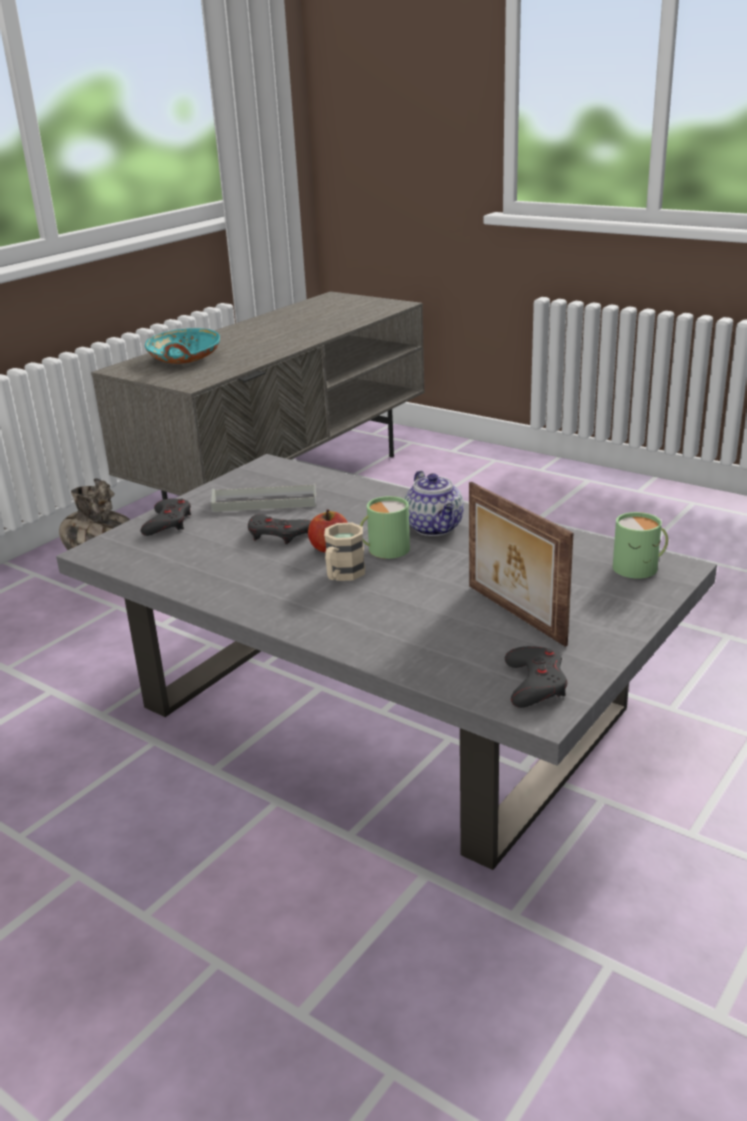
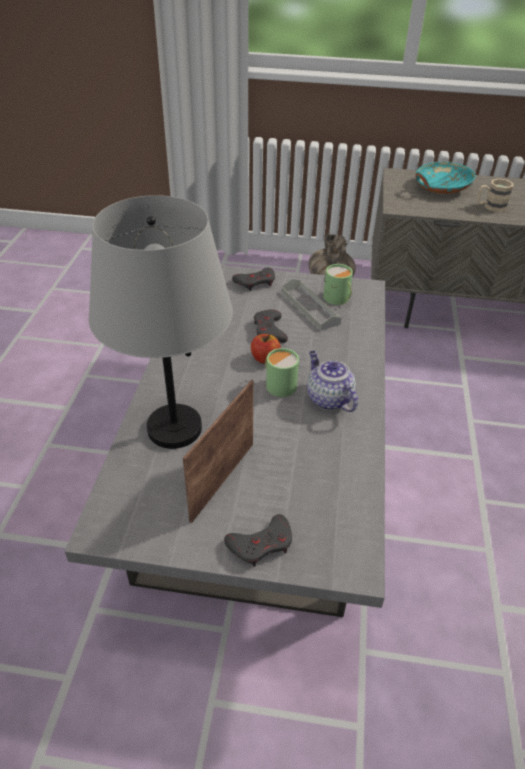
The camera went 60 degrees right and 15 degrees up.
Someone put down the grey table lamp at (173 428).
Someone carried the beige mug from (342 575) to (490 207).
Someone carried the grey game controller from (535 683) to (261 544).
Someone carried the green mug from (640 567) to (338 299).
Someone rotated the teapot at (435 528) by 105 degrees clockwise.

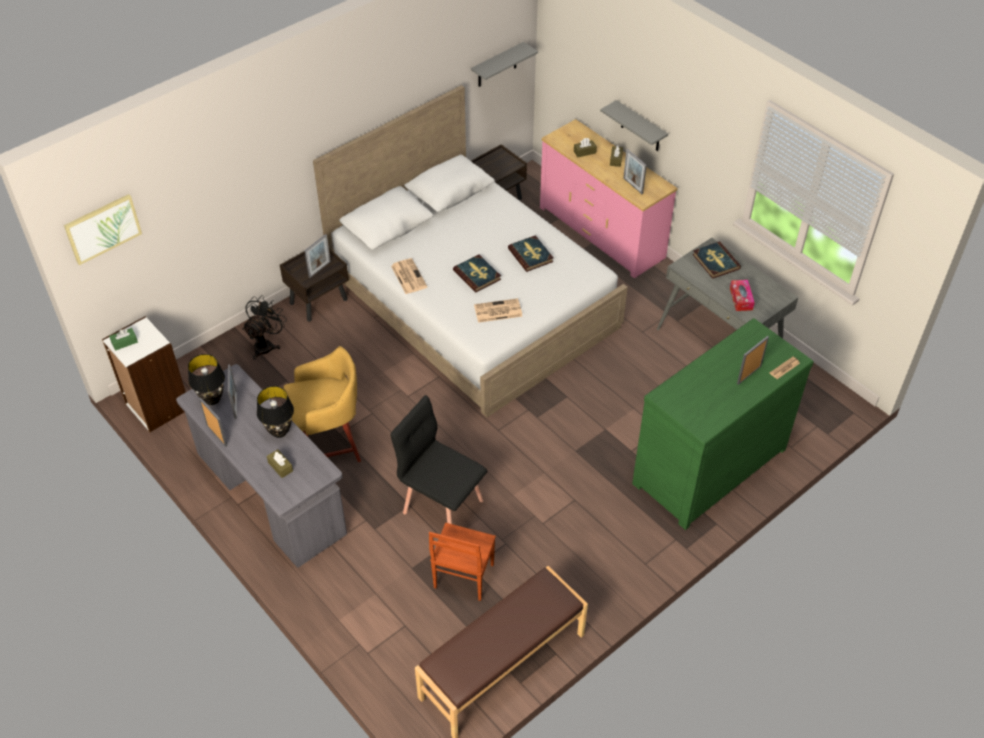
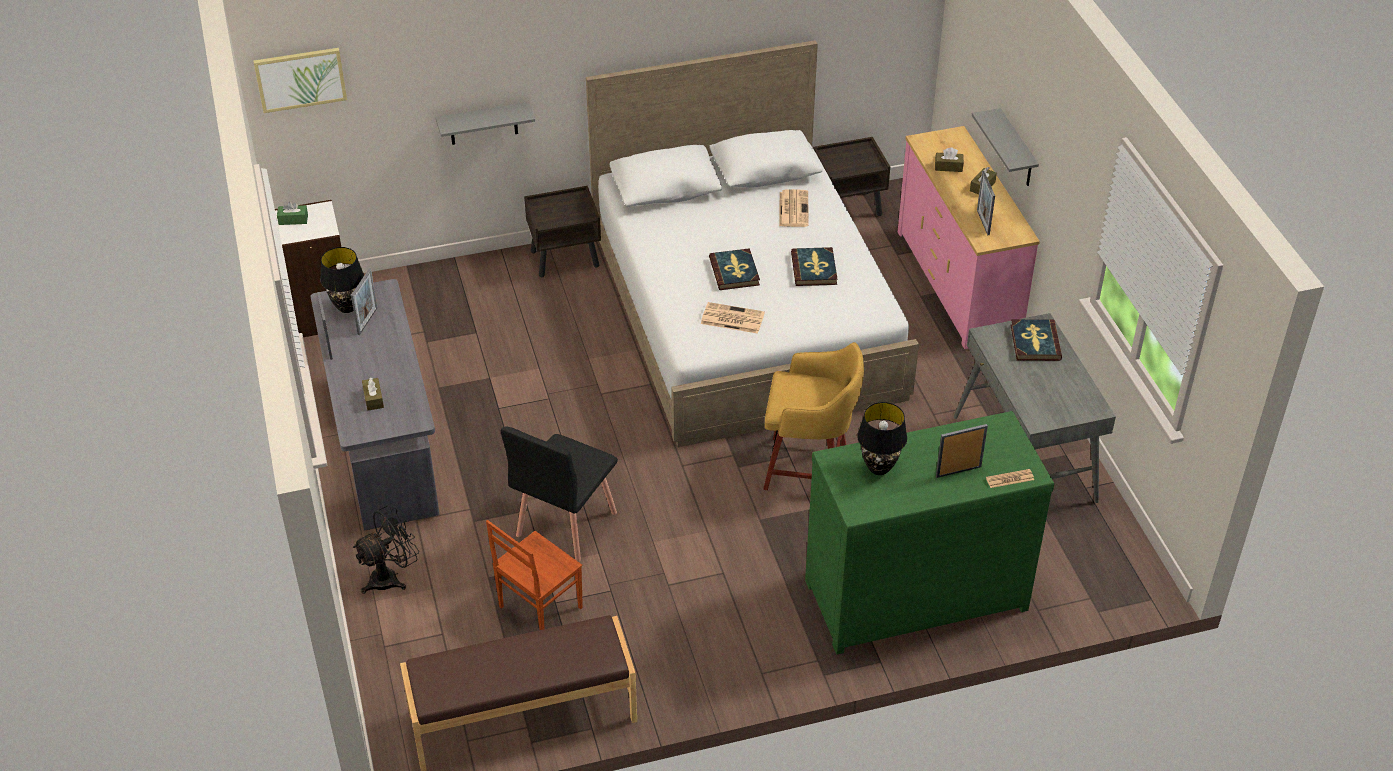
The camera went 25 degrees right and 5 degrees down.
Someone took away the picture frame at (319 269).
Someone took away the tissue box at (741 299).
Someone carried the black fan from (266 345) to (390 577).
Someone carried the black table lamp from (279 432) to (878 468).
Someone carried the yellow stool from (330 445) to (809 468).
Someone carried the newspaper from (408 276) to (793 208).
Someone carried the grey shelf from (497 65) to (483 124).
Someone rotated the black chair at (442 505) by 120 degrees counterclockwise.

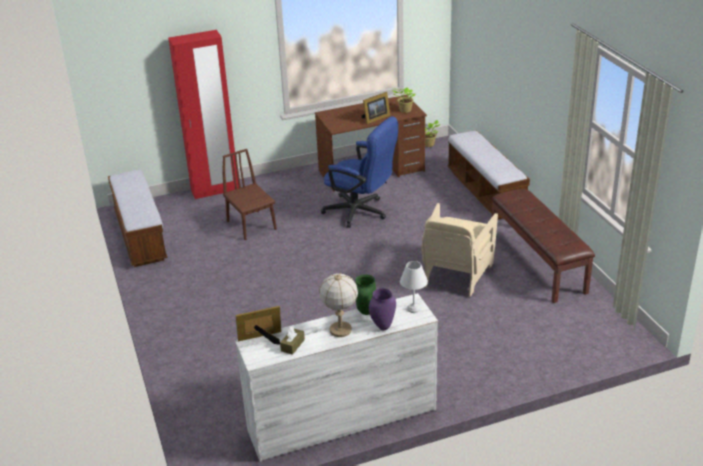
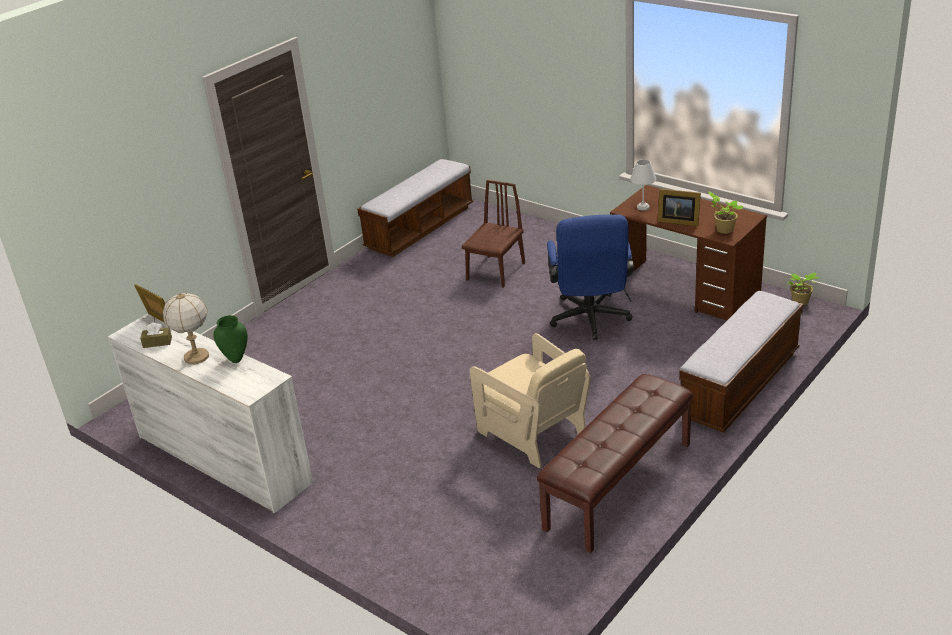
The camera went 60 degrees right and 0 degrees up.
Someone took away the red wardrobe at (215 190).
Someone took away the purple vase at (382 326).
Someone carried the white table lamp from (413 309) to (642 207).
Someone rotated the beige armchair at (457 274) by 120 degrees counterclockwise.

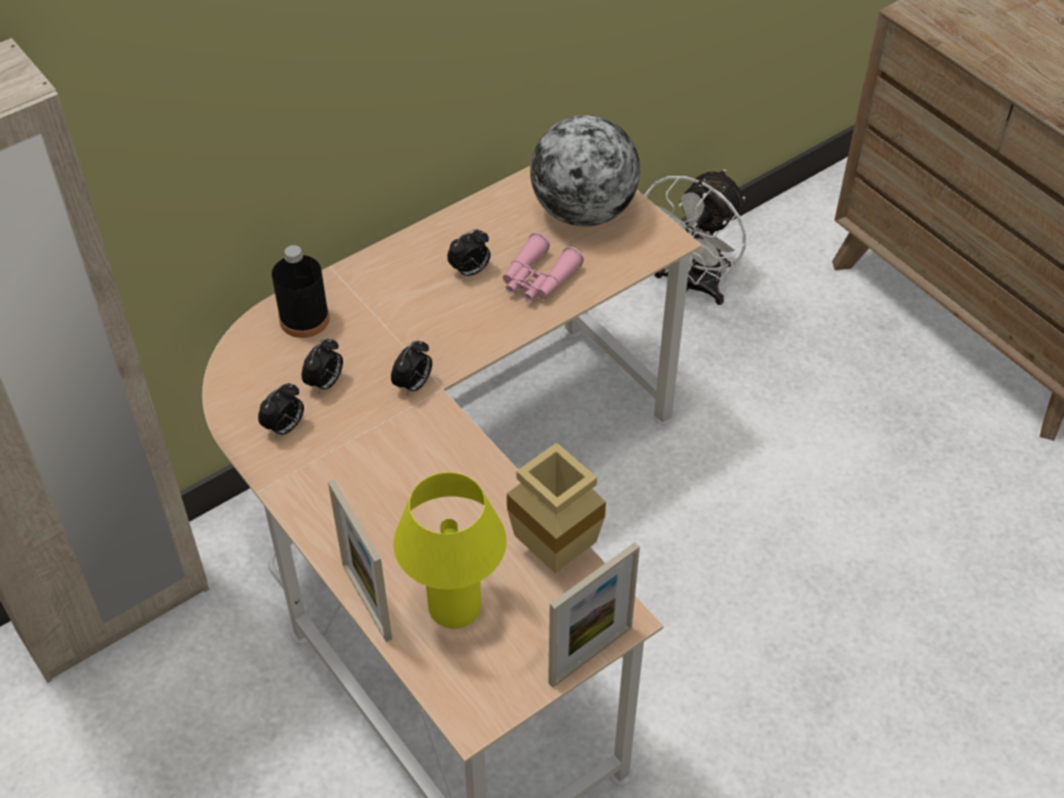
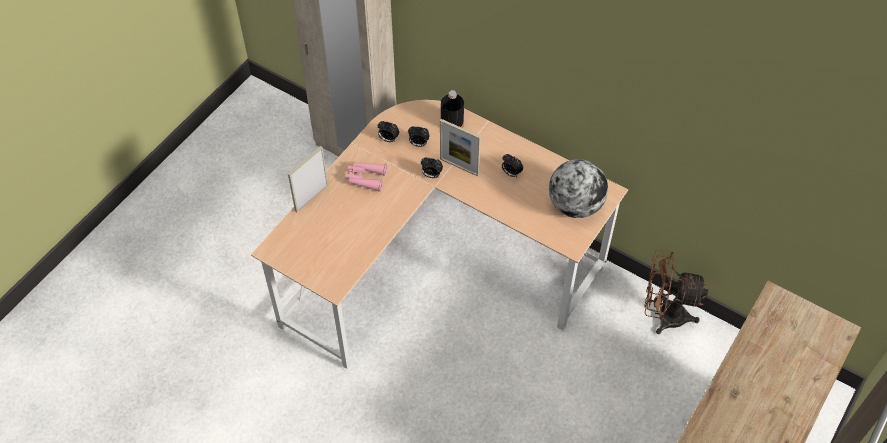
The camera went 70 degrees right and 5 degrees up.
Someone took away the yellow table lamp at (454 607).
Someone took away the beige vase at (550 551).
Someone carried the pink binoculars from (538 279) to (365 178).
Someone carried the picture frame from (590 655) to (459 167).
Someone repainted the white fan at (691 285), which became the brown fan at (663 315).

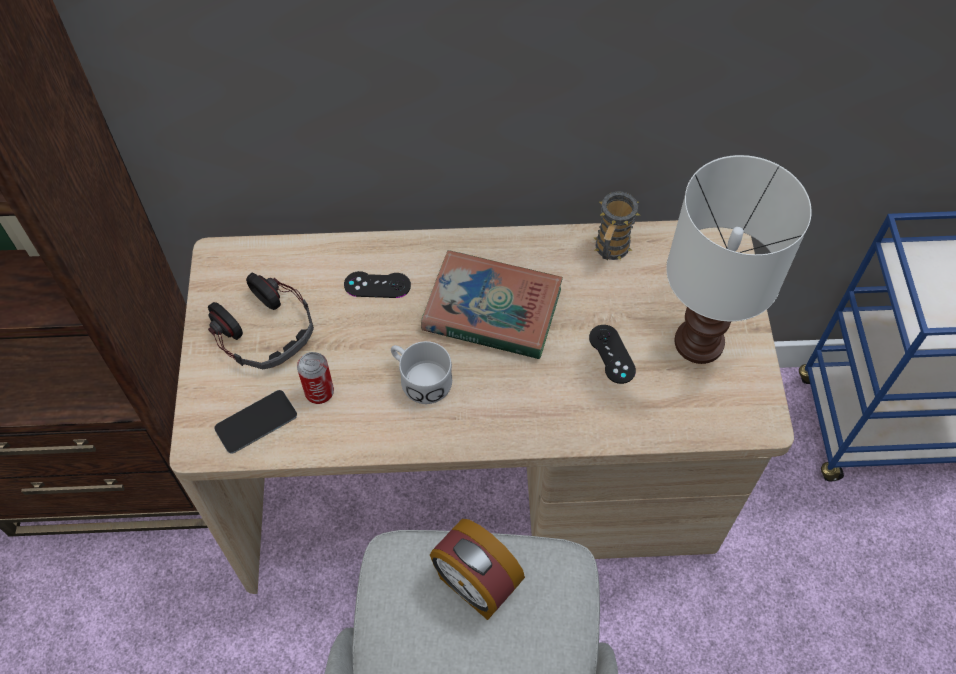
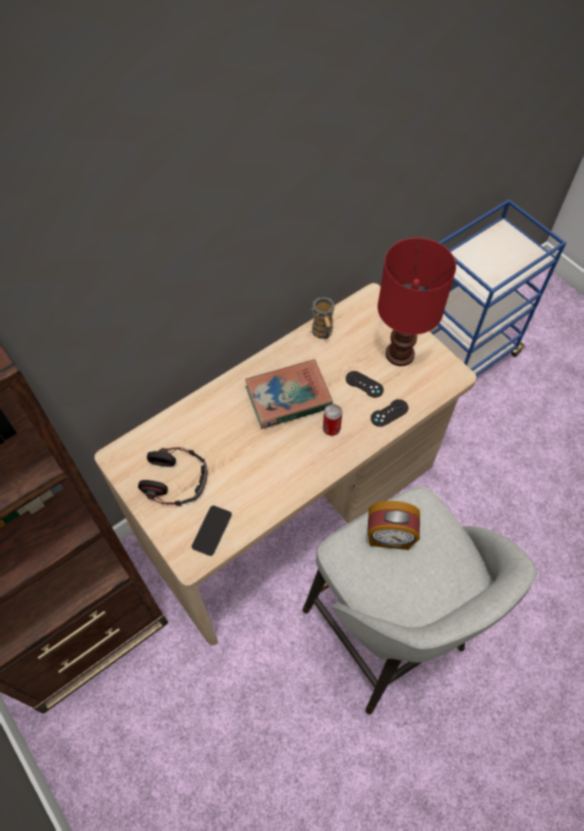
The camera went 35 degrees left and 0 degrees up.
Someone took away the white mug at (419 378).
Someone carried the can from (319 392) to (331 429).
Someone carried the black game controller from (377 285) to (389 413).
Someone repainted the white table lamp at (700 344), which became the red table lamp at (401 355).

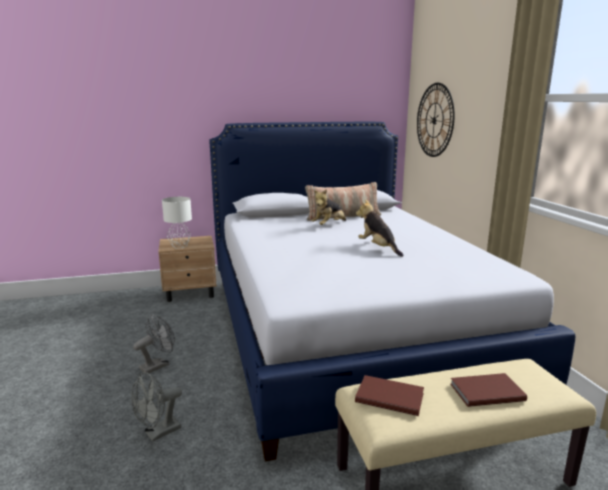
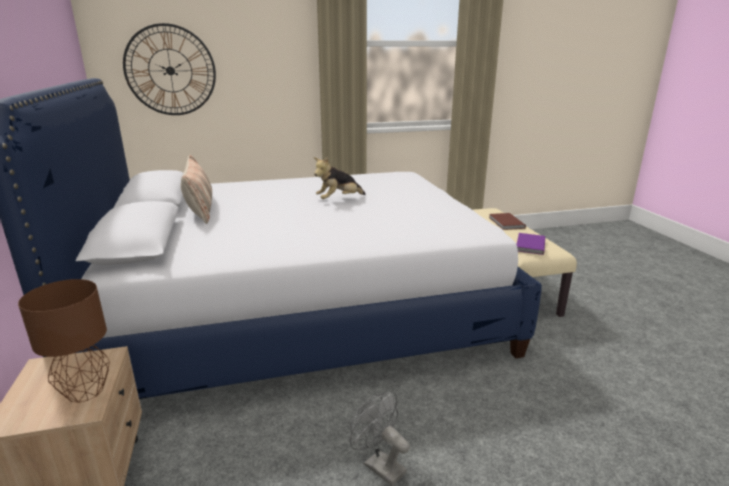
The camera went 90 degrees left and 5 degrees up.
Someone took away the grey fan at (158 433).
Someone took away the plush toy at (329 225).
Someone repainted the white table lamp at (180 246), which became the brown table lamp at (87 391).
Someone repainted the brown book at (389 396), which became the purple book at (529 245).

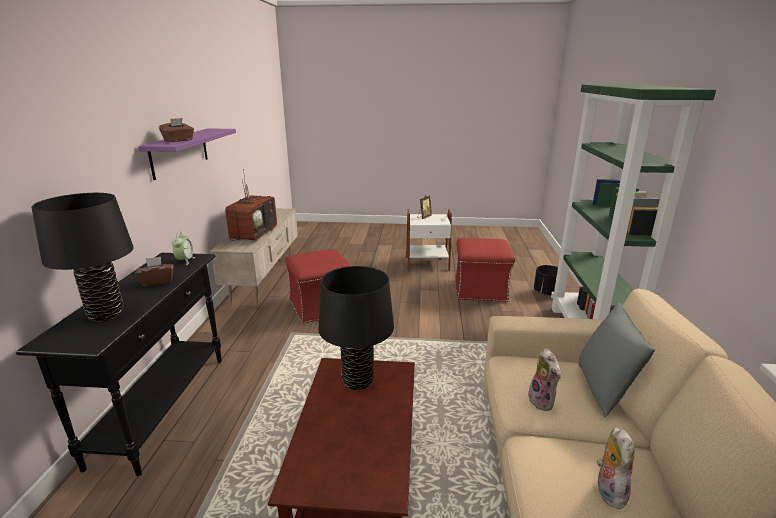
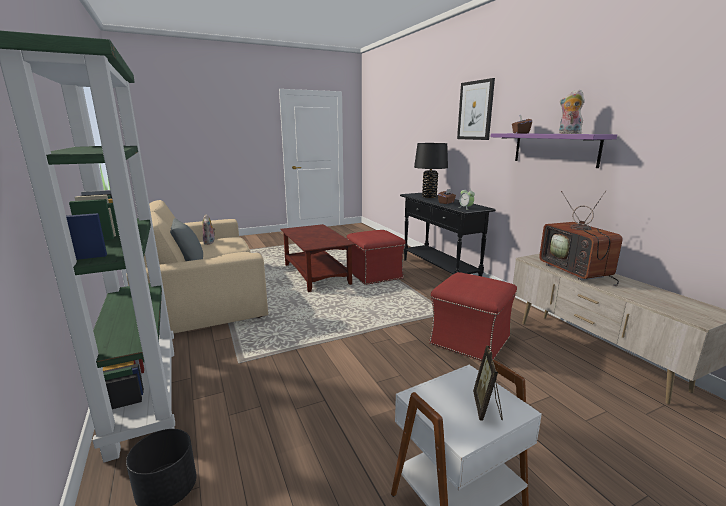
The camera went 150 degrees right and 5 degrees down.
Someone took away the black table lamp at (358 381).
Someone put up the picture at (475 110).
Someone carried the red ottoman from (481 290) to (374 275).
Someone carried the plush toy from (543 401) to (568 133).

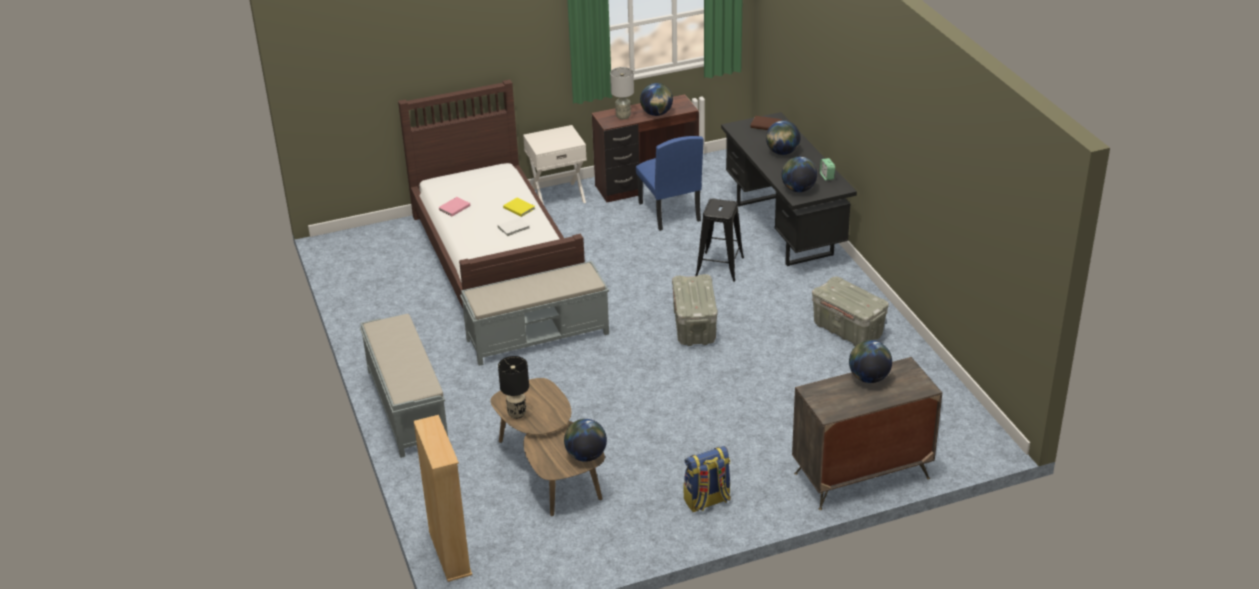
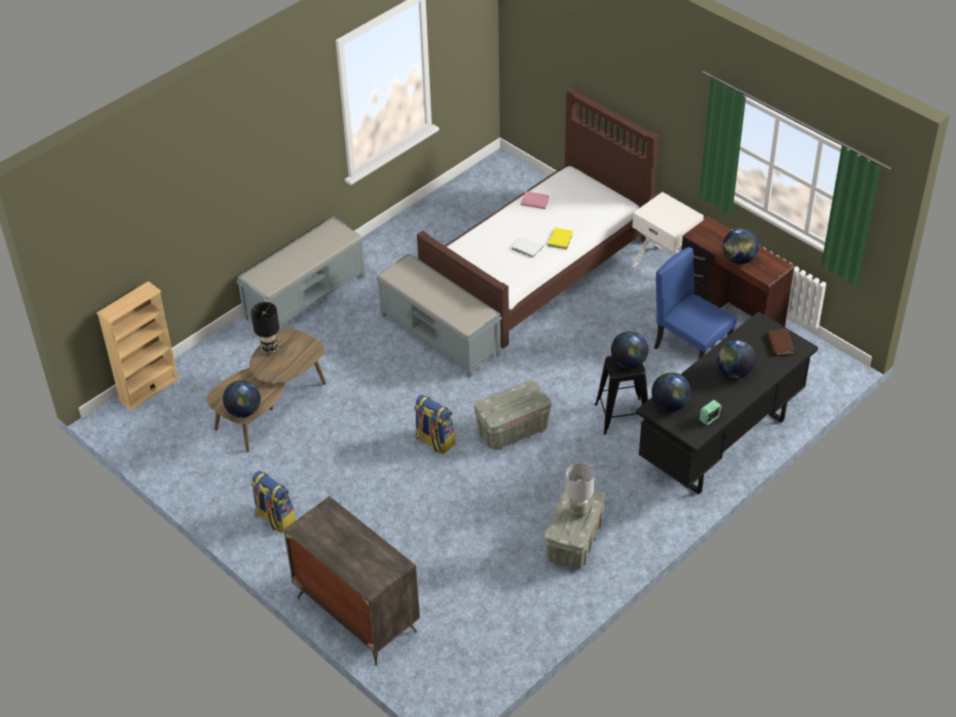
The camera went 65 degrees right and 10 degrees up.
Someone put down the backpack at (434 441).
Someone carried the grey table lamp from (623 116) to (578 512).
Someone carried the globe from (868 378) to (629 362).
Someone rotated the blue chair at (669 212) by 90 degrees clockwise.

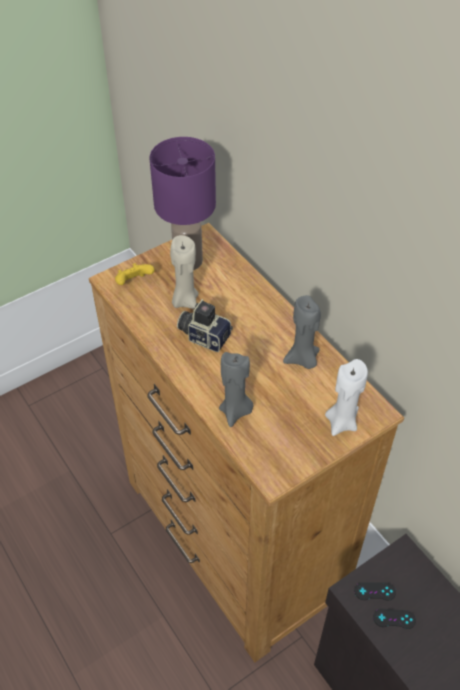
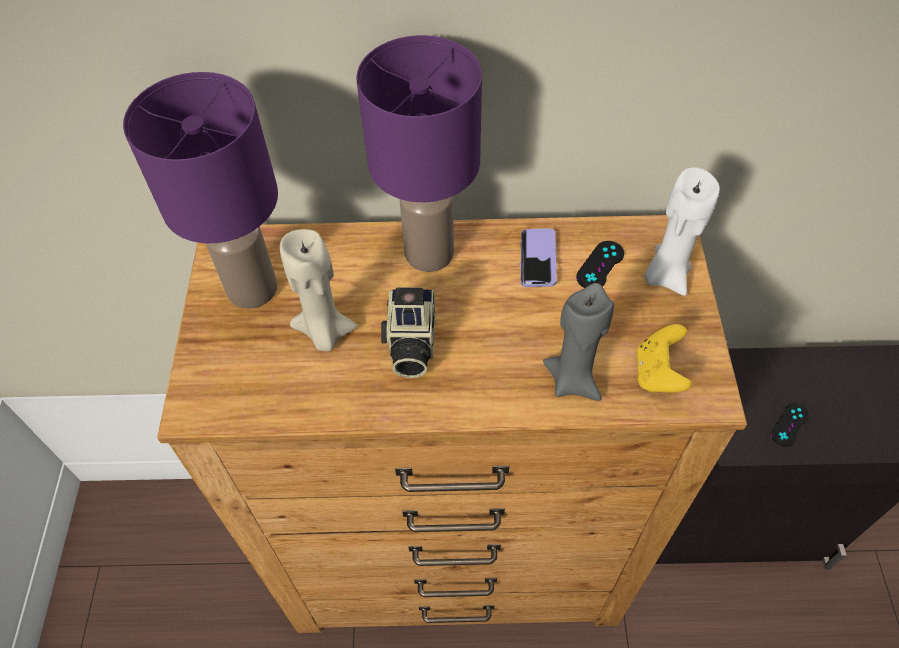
The camera went 55 degrees left and 5 degrees up.
Someone put down the purple table lamp at (429 251).
Someone carried the yellow game controller from (134 283) to (658 373).
Someone carried the black game controller from (375 591) to (600 265).
Someone swapped the grey candle at (302 359) for the phone at (538 259).
Someone rotated the photo camera at (204 335) by 60 degrees counterclockwise.

